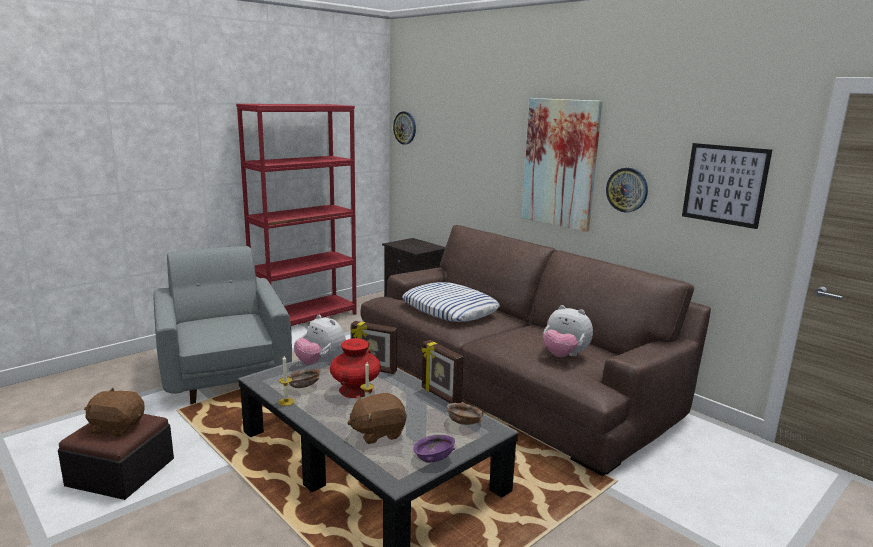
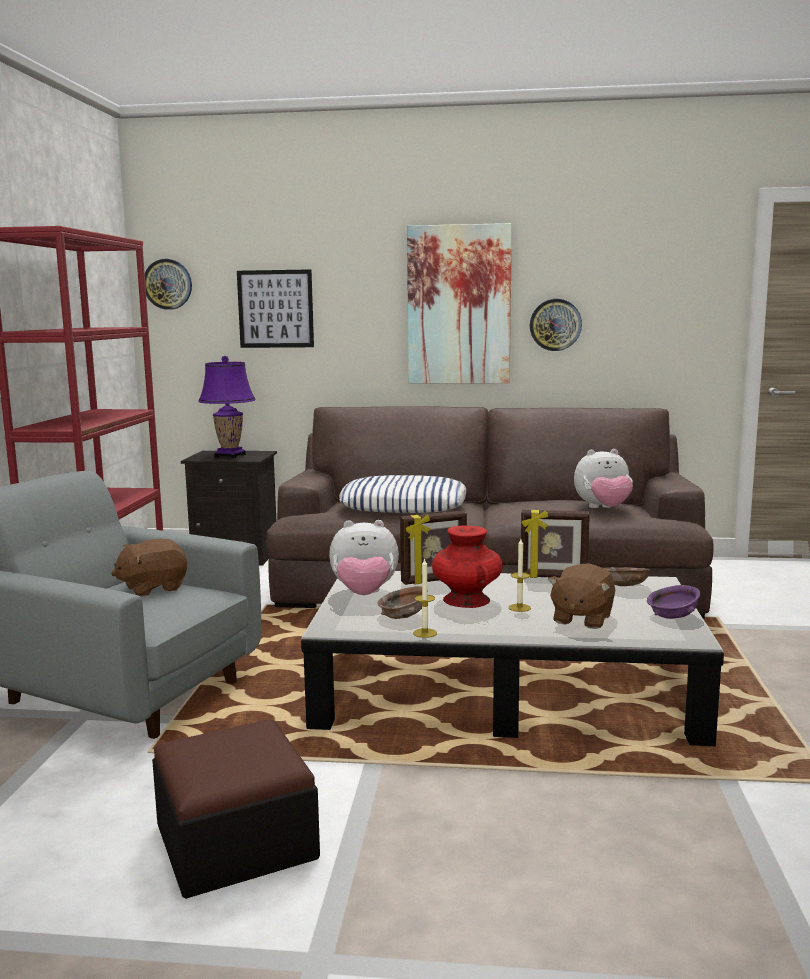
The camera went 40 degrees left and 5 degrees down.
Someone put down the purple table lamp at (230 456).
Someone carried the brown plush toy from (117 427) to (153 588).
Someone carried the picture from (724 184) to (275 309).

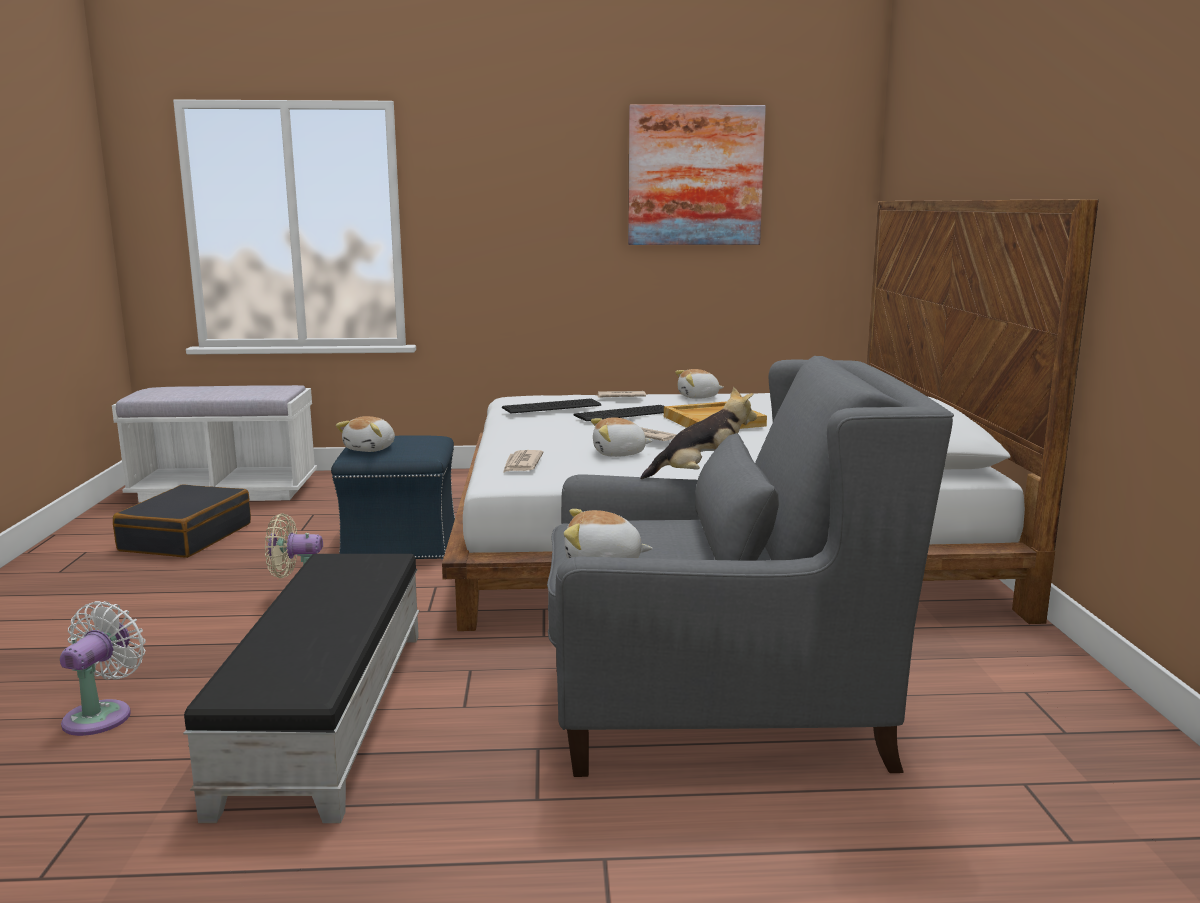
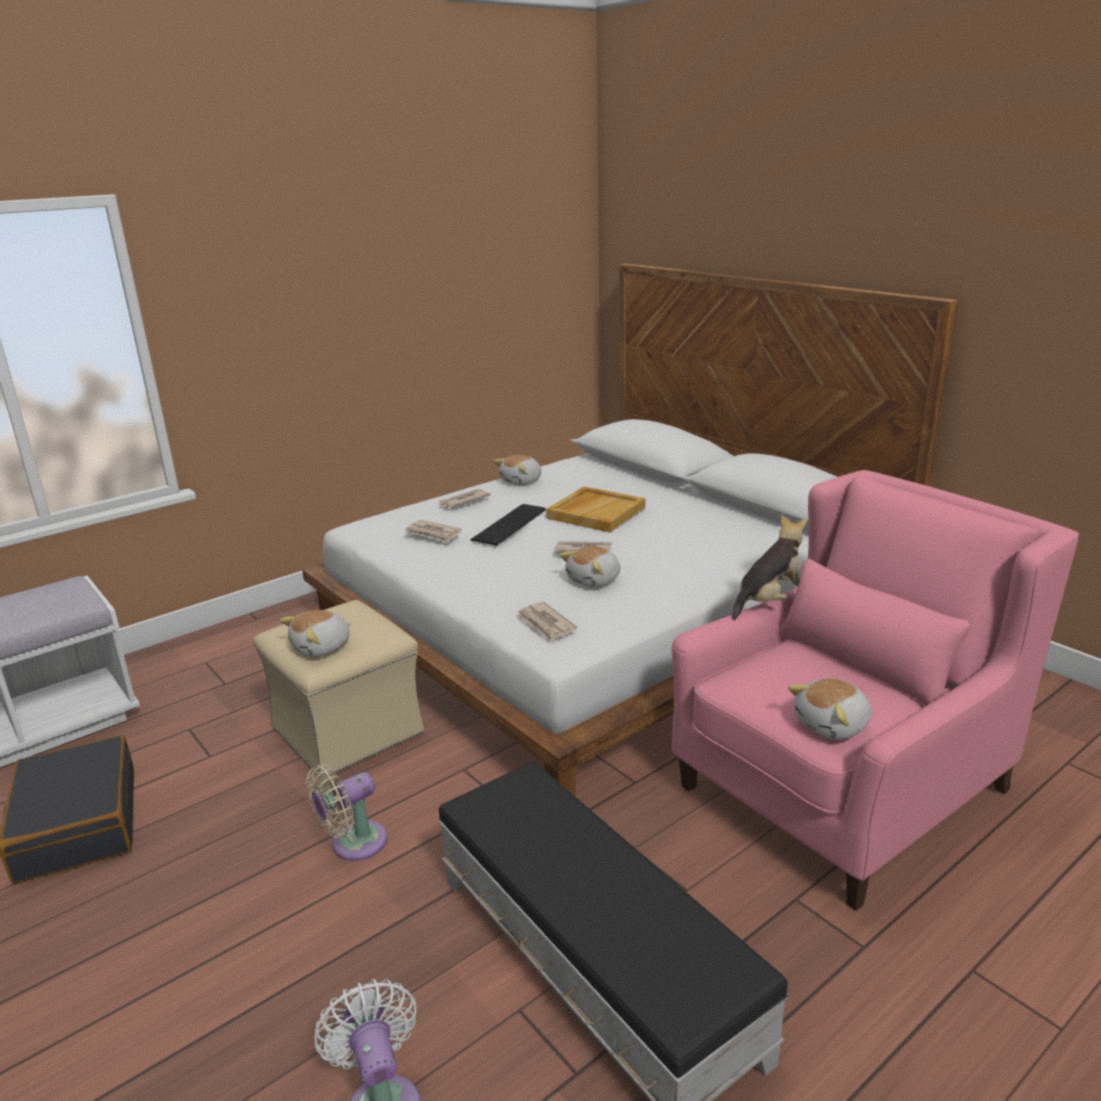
The camera went 35 degrees left and 10 degrees up.
Someone took away the picture at (695 176).
Someone swapped the keyboard at (553 407) for the newspaper at (433 534).
Someone repainted the blue ottoman at (400 543), which became the beige ottoman at (348 731).
Someone repainted the grey armchair at (717 705), which became the pink armchair at (843 789).
Someone rotated the plush toy at (371 449) by 60 degrees clockwise.

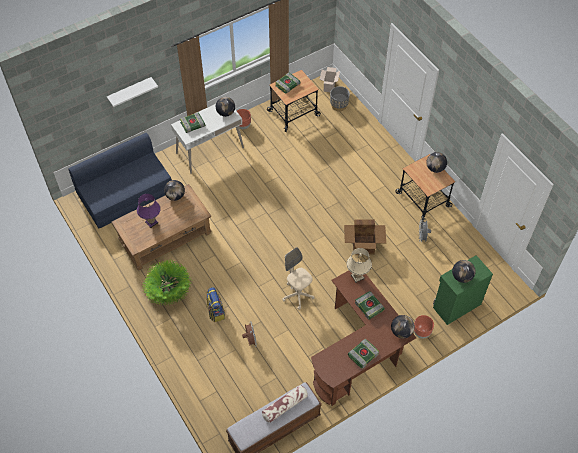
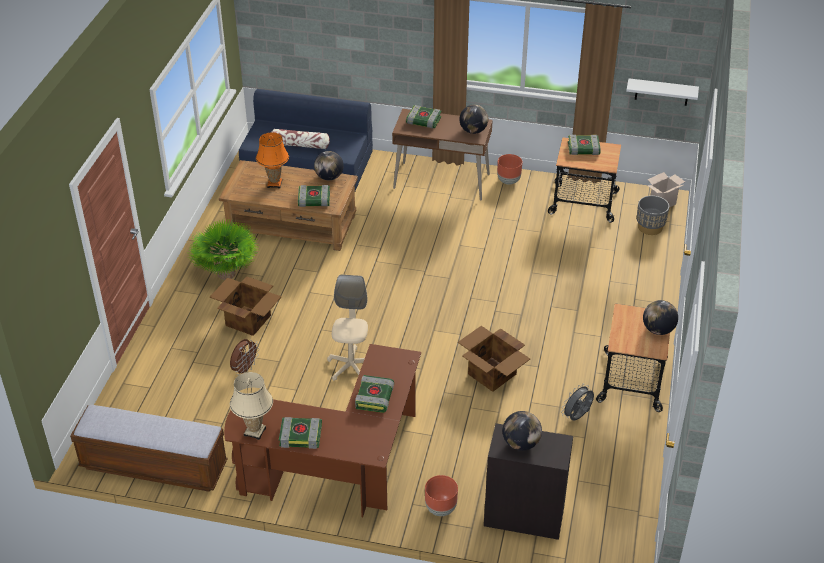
The camera went 45 degrees right and 15 degrees down.
Someone took away the globe at (401 332).
Someone put down the book at (313 200).
Someone carried the white shelf from (130 92) to (662 92).
Someone carried the pillow from (285 406) to (300 145).
Someone carried the beige table lamp from (357 277) to (255 432).
Someone swapped the backpack at (215 311) for the cardboard box at (248 320).
Someone repainted the purple table lamp at (151 222), which became the orange table lamp at (275 184).
Someone repainted the white desk at (210 150), which became the brown desk at (441 181).
Someone repainted the green cabinet at (456 305), which became the black cabinet at (523 515).

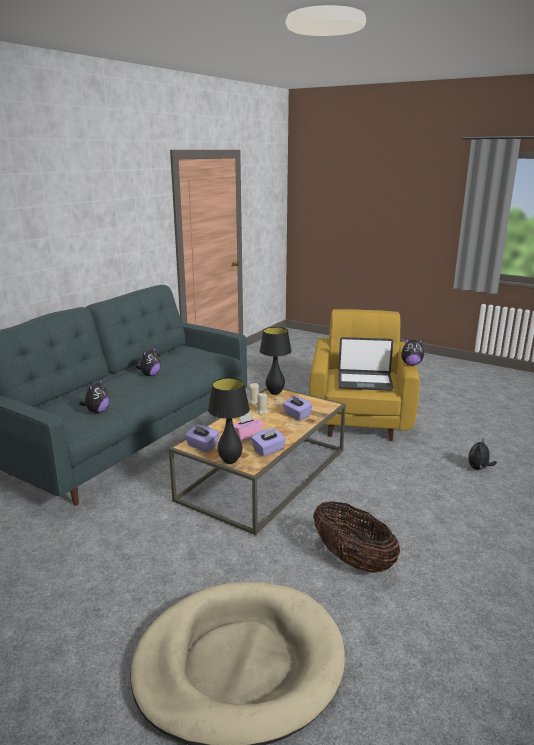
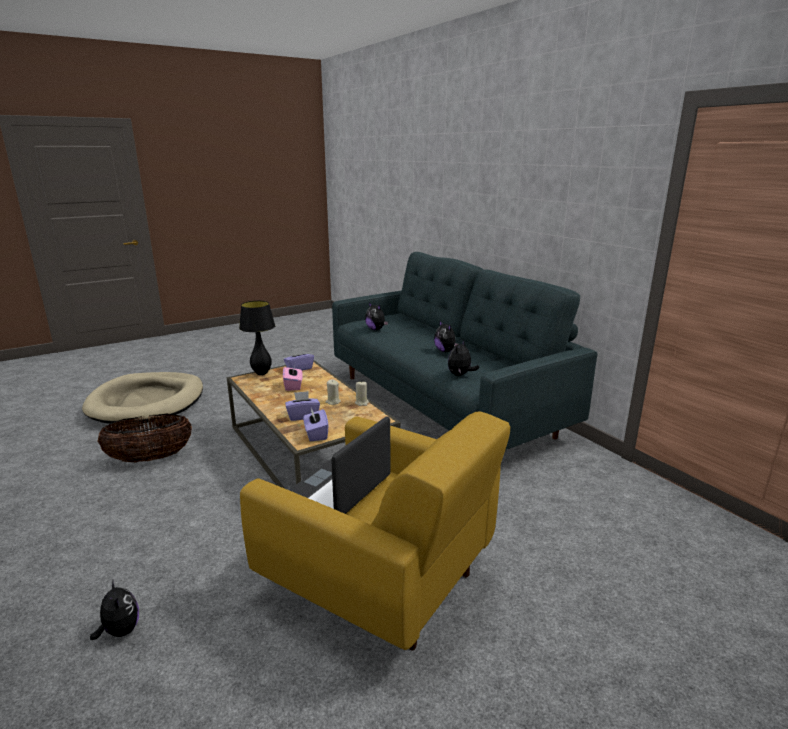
The camera went 115 degrees right and 0 degrees up.
Someone took away the black table lamp at (275 393).
Someone carried the purple tissue box from (268 450) to (316 434).
Someone carried the plush toy from (411 364) to (460 375).

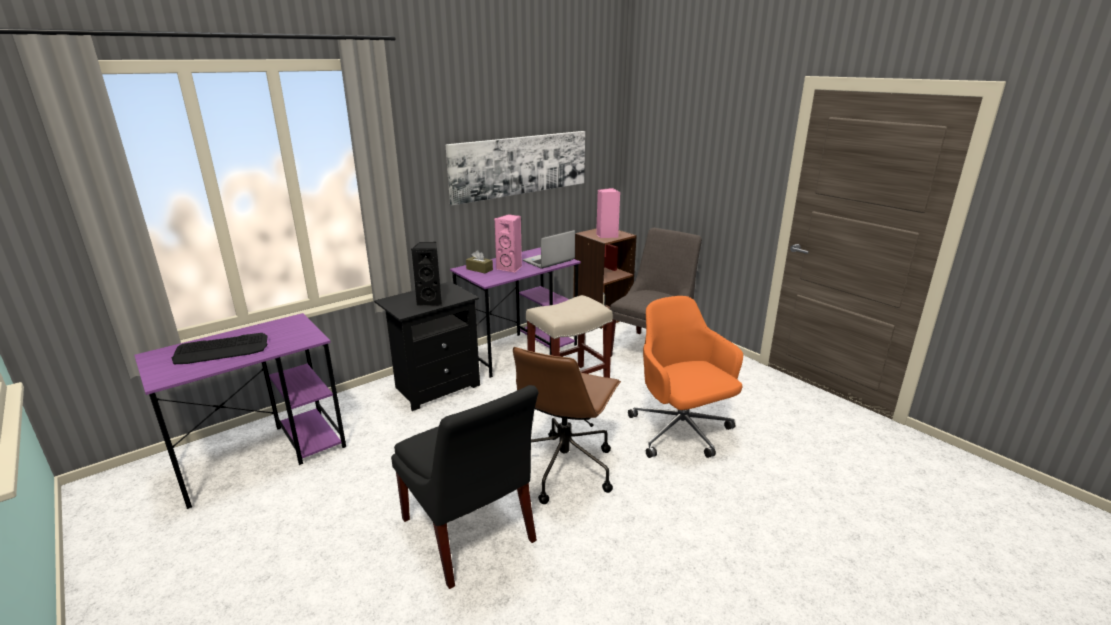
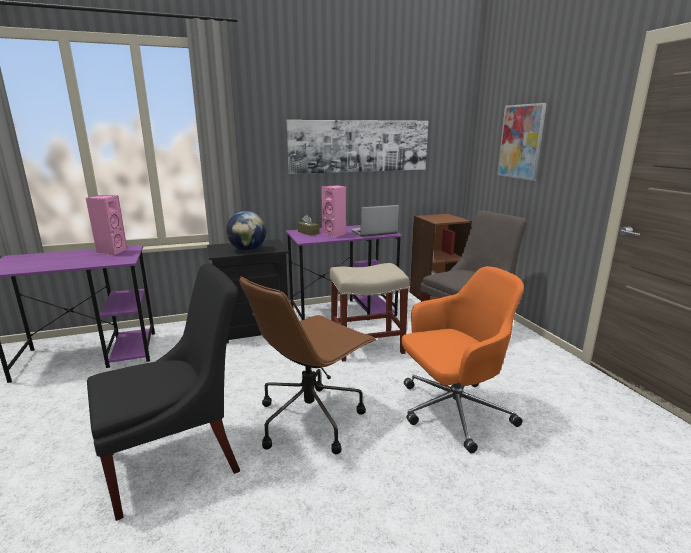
The camera went 20 degrees right and 5 degrees down.
Someone took away the keyboard at (222 350).
Someone put up the picture at (521 142).
Someone carried the pink speaker from (606 235) to (111 251).
Someone swapped the black speaker at (431 301) for the globe at (247 249).
Someone rotated the black chair at (469 534) by 105 degrees counterclockwise.
Someone rotated the orange office chair at (681 432) by 75 degrees clockwise.

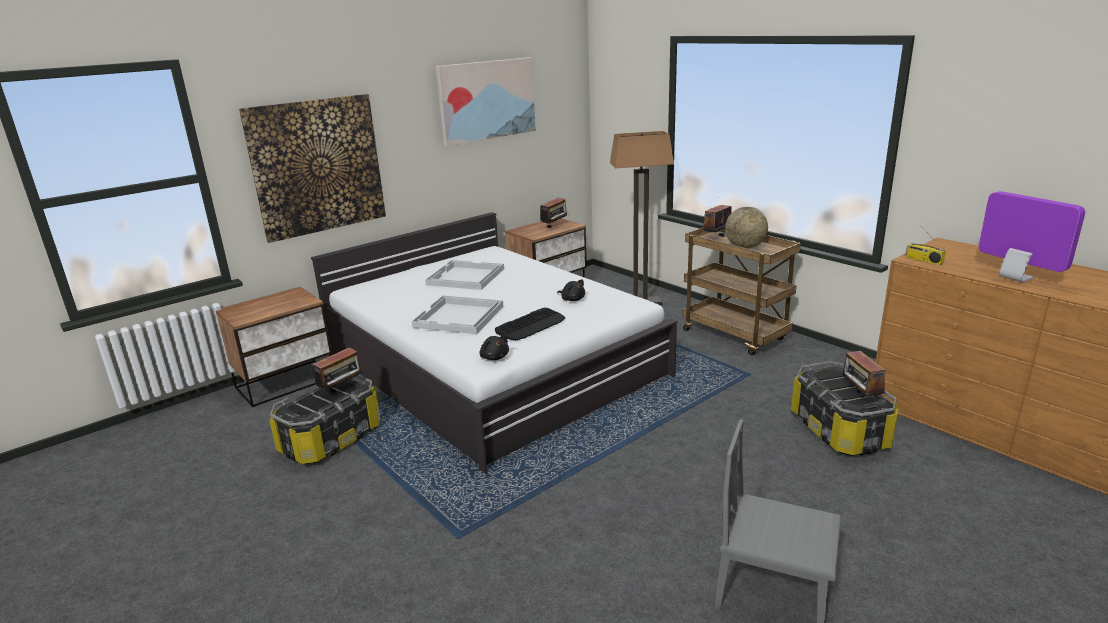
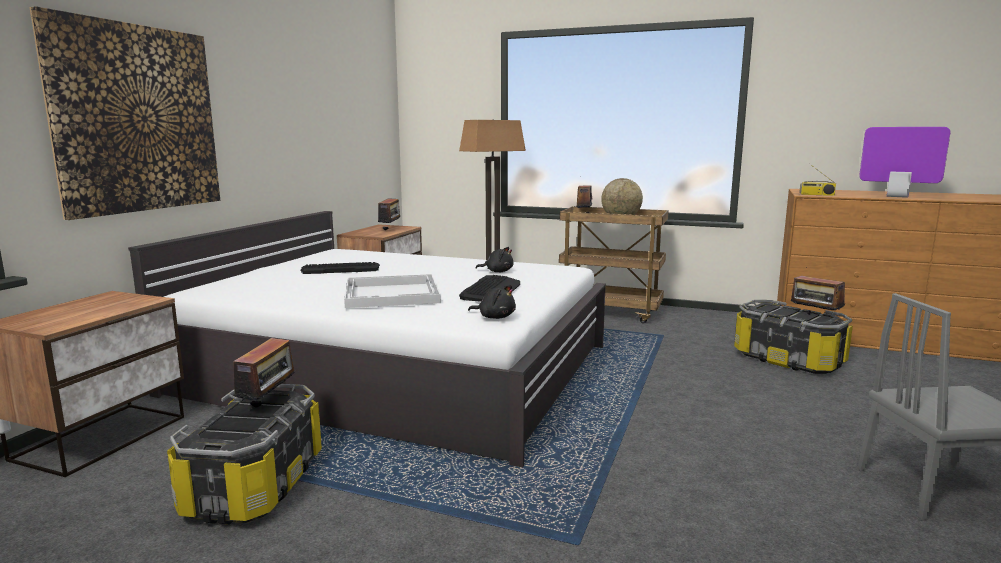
The camera went 30 degrees left and 10 degrees down.
Someone took away the picture at (487 100).
Someone swapped the white tray at (465 277) for the keyboard at (340 269).

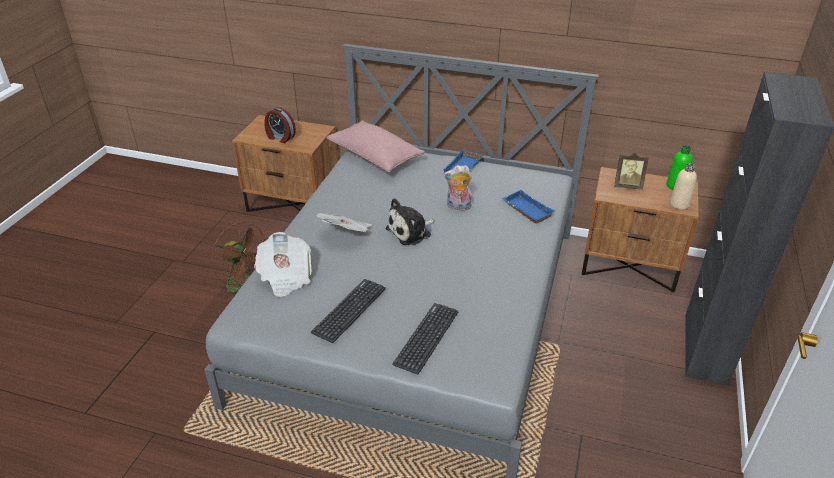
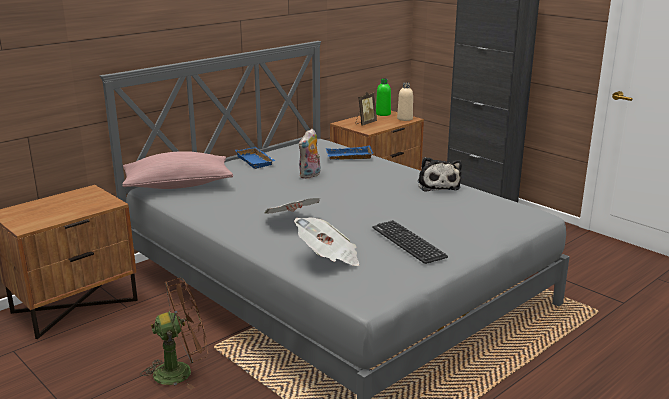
The camera went 60 degrees left and 15 degrees down.
Someone took away the alarm clock at (280 138).
Someone took away the keyboard at (426 337).
Someone carried the plush toy from (411 231) to (438 185).

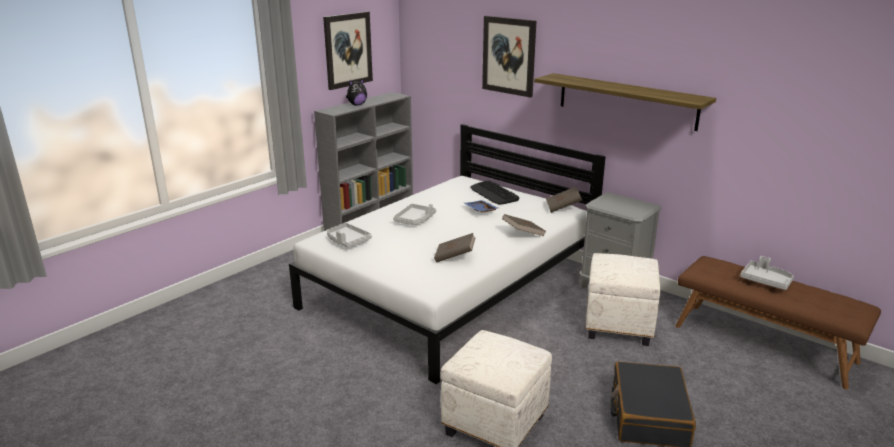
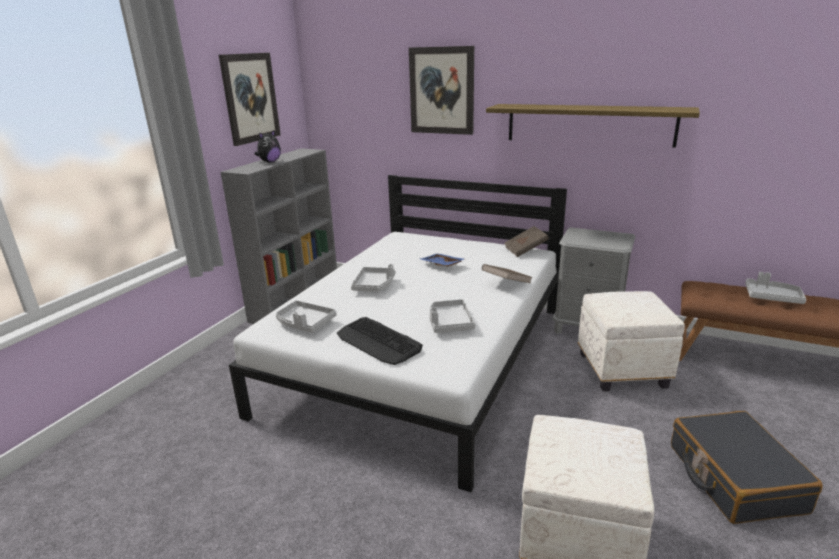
The camera went 15 degrees left and 0 degrees up.
Someone carried the keyboard from (494 193) to (378 342).
Someone swapped the brown book at (454 257) for the grey tray at (449 323).

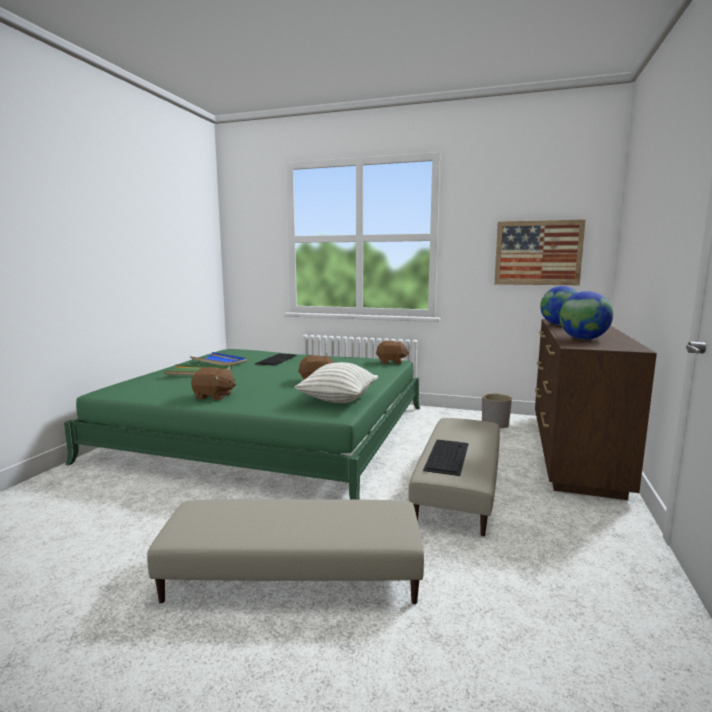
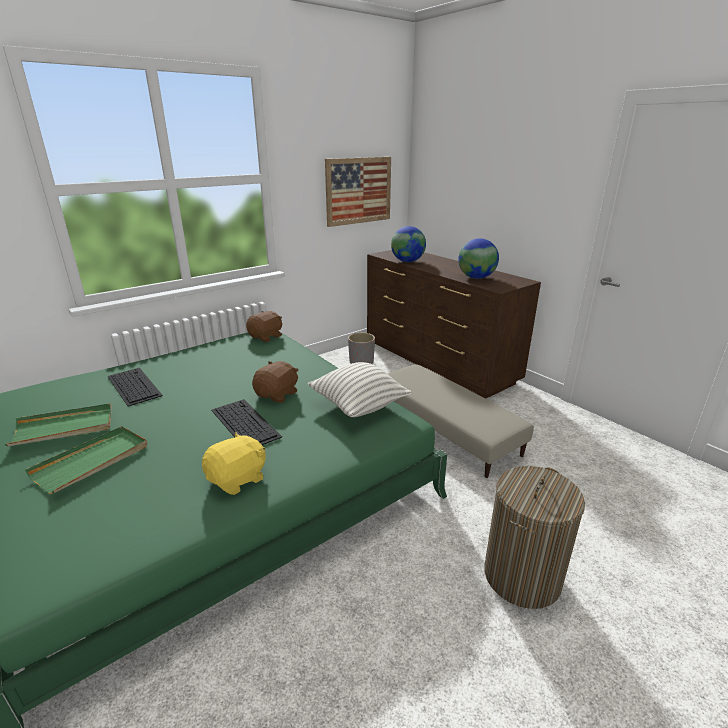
The camera went 55 degrees left and 15 degrees up.
Someone carried the keyboard from (447 456) to (244 423).
Someone swapped the beige ottoman at (293 573) for the laundry basket at (522 576).
Someone repainted the blue tray at (219 361), which became the green tray at (64 428).
Someone repainted the brown plush toy at (214 396), which became the yellow plush toy at (238 479).

